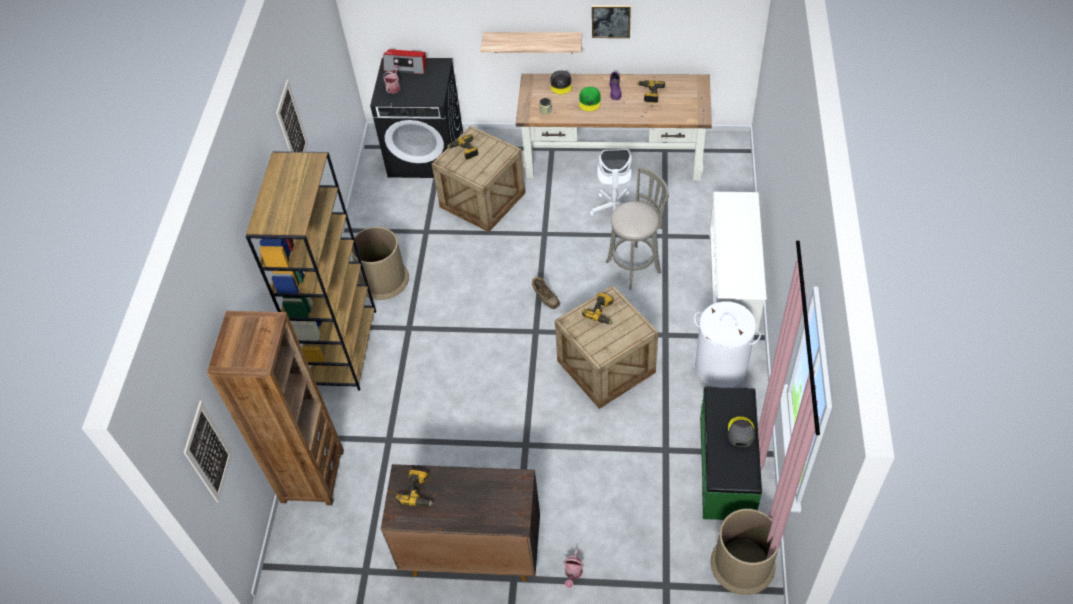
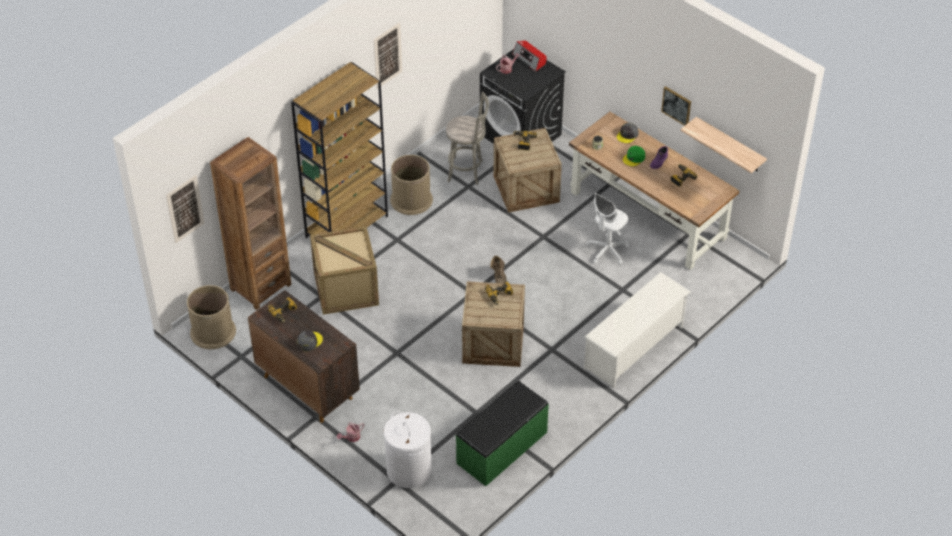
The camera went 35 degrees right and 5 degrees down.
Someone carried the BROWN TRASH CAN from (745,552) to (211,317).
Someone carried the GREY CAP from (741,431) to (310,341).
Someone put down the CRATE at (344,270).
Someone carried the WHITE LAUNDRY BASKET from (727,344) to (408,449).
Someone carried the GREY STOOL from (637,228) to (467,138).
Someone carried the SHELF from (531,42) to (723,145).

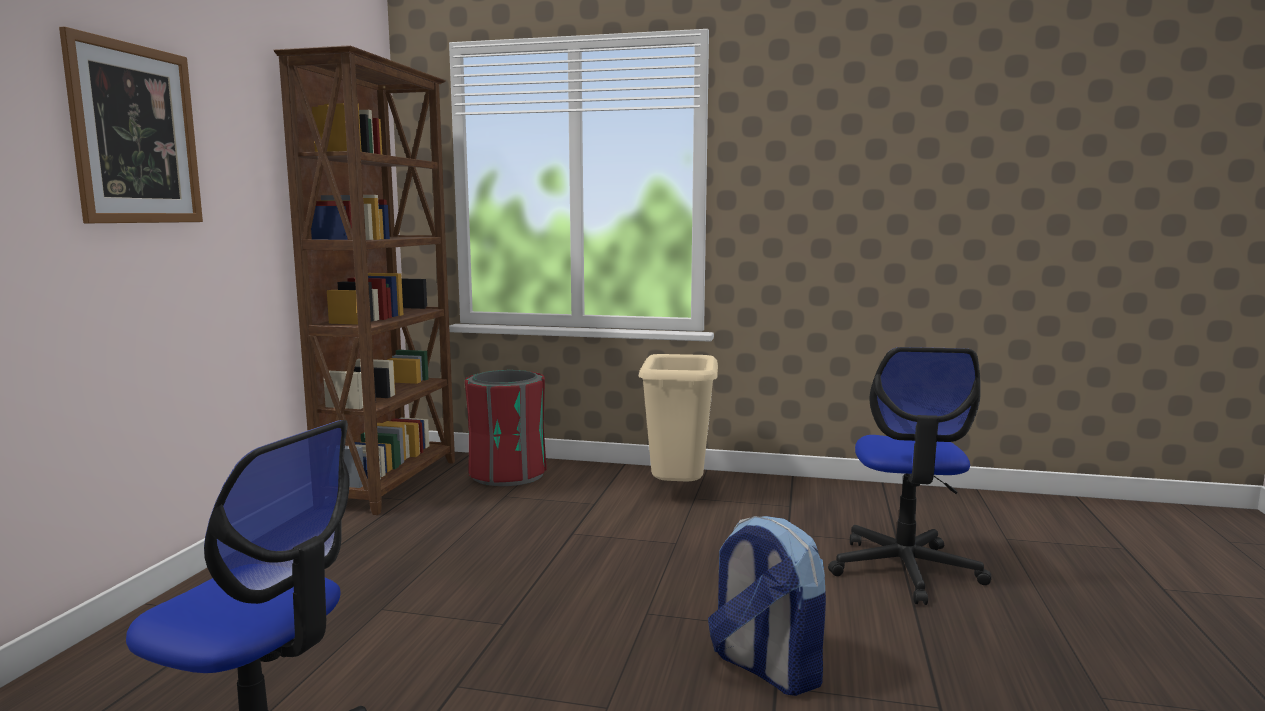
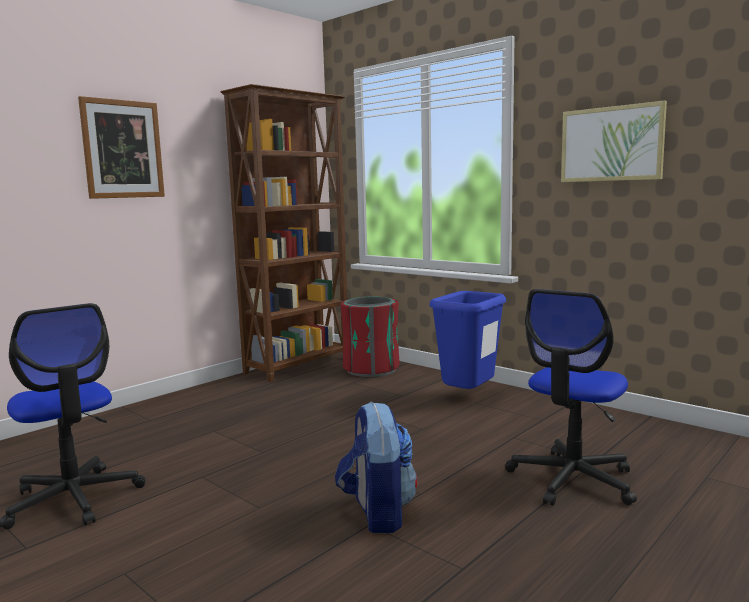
The camera went 30 degrees right and 0 degrees up.
Someone repainted the BEIGE TRASH CAN at (678,417), which became the BLUE TRASH CAN at (467,340).
Someone put up the PICTURE at (614,141).

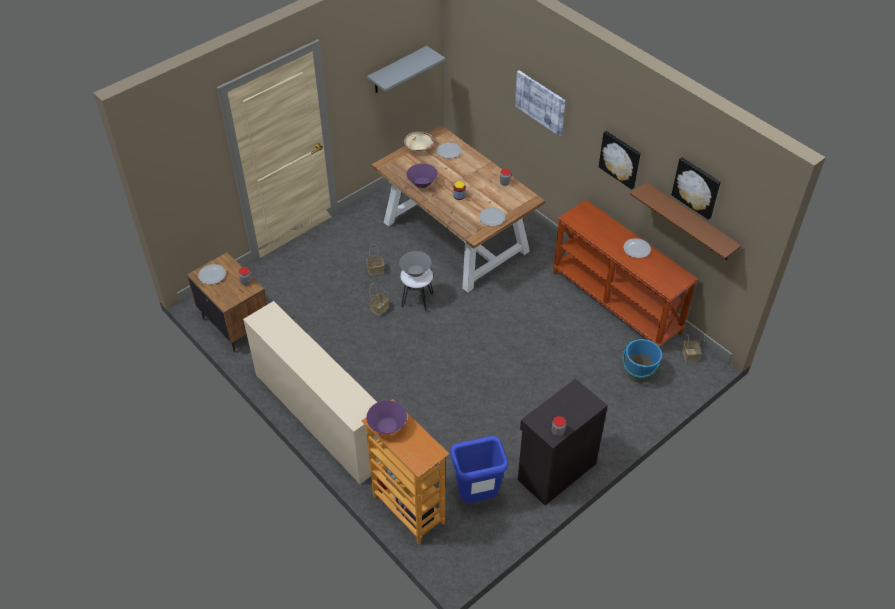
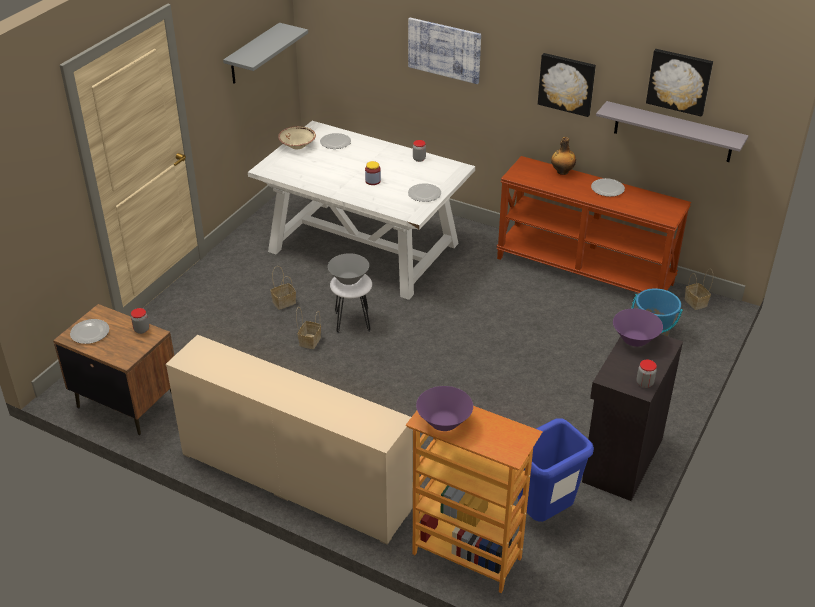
The camera went 20 degrees left and 10 degrees down.
Someone repainted the BROWN DINING TABLE at (458,208), which became the WHITE DINING TABLE at (361,210).
Someone put down the BOTTLE at (563,156).
Someone repainted the BROWN SHELF at (685,221), which became the GREY SHELF at (672,131).
Someone carried the PURPLE BOWL from (422,175) to (638,327).

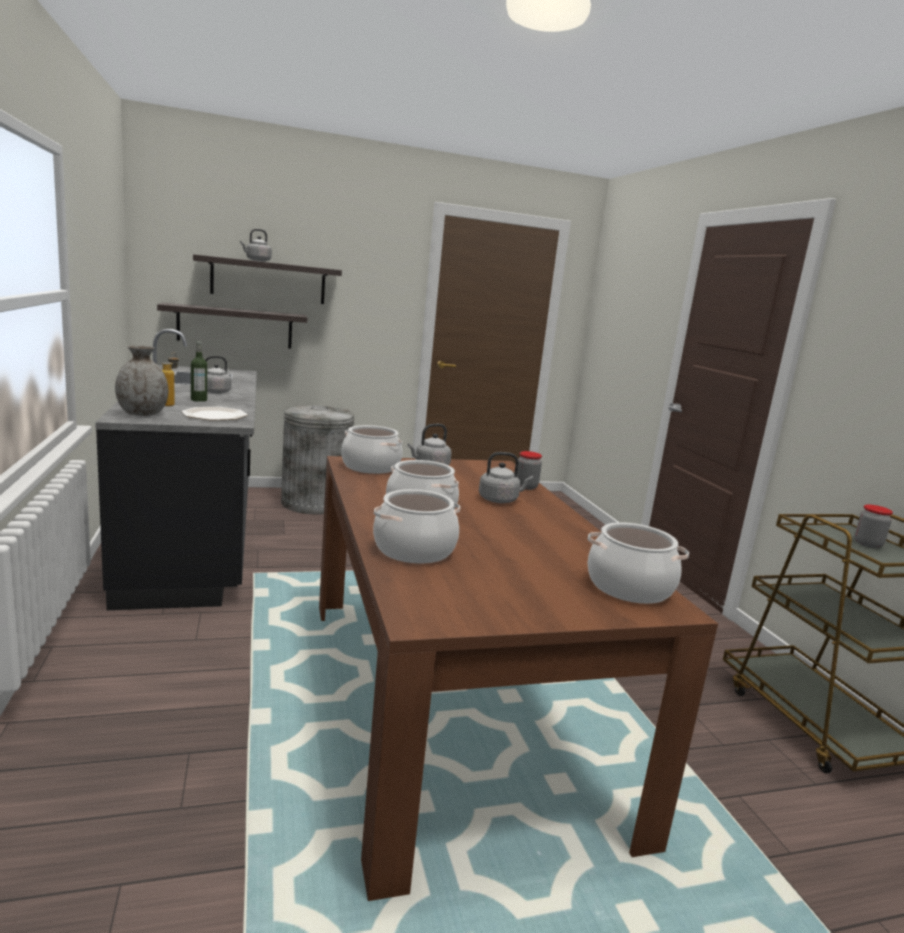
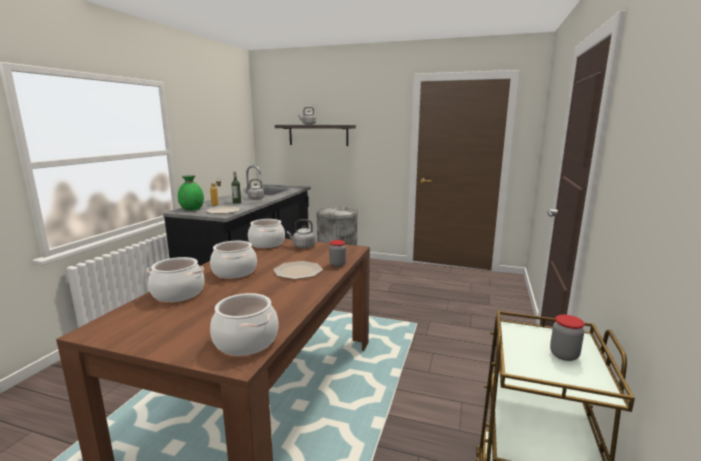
The camera went 35 degrees right and 0 degrees up.
Someone repainted the GREY VASE at (141,380), which became the GREEN VASE at (191,193).
Someone swapped the GREY KETTLE at (506,477) for the PLATE at (298,270).
Someone took away the SHELF at (232,326).

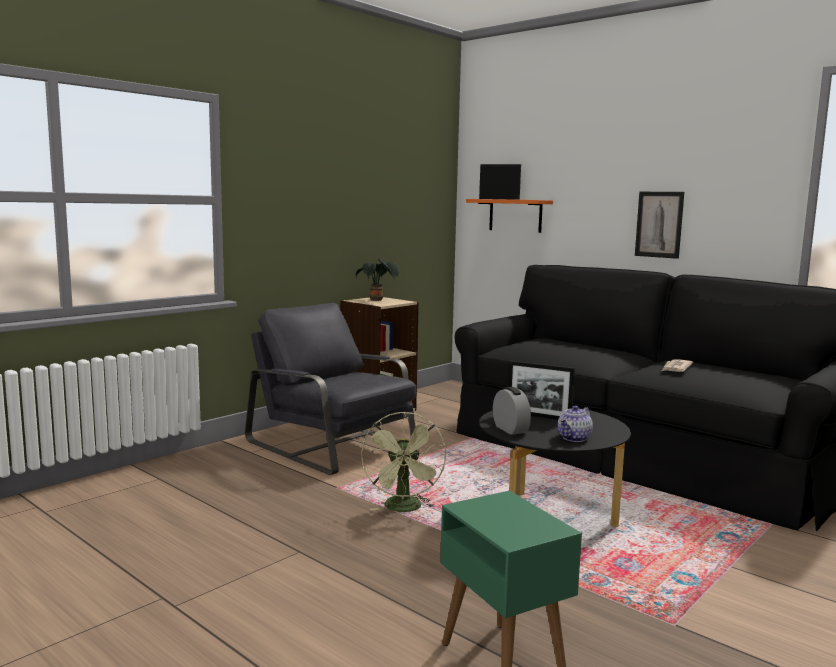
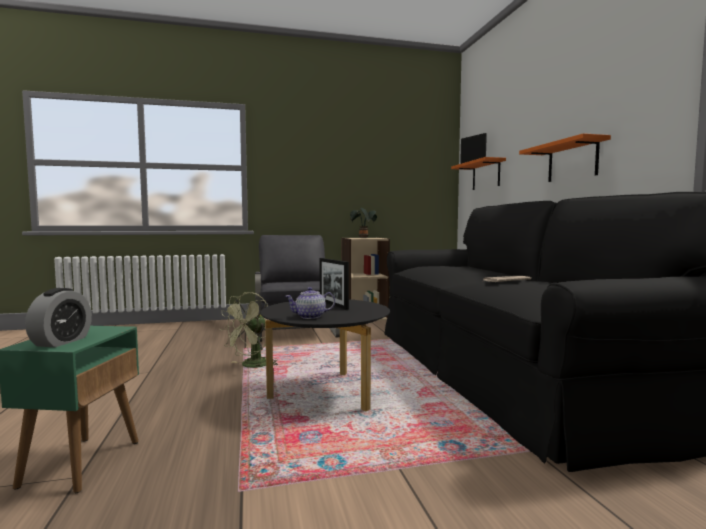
The camera went 35 degrees right and 5 degrees down.
Someone carried the ALARM CLOCK from (512,411) to (58,317).
Someone swapped the PICTURE at (659,225) for the ORANGE SHELF at (565,157).

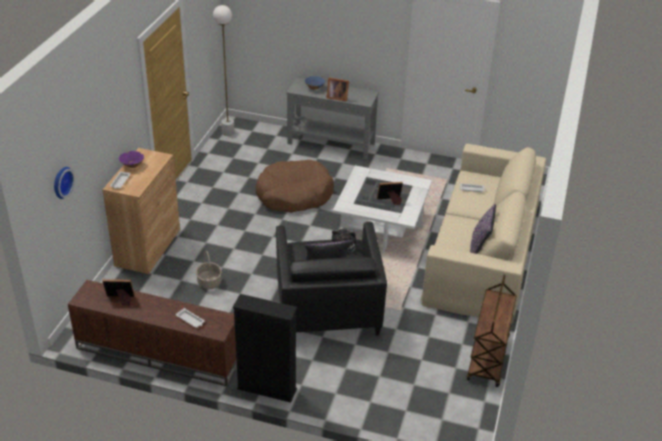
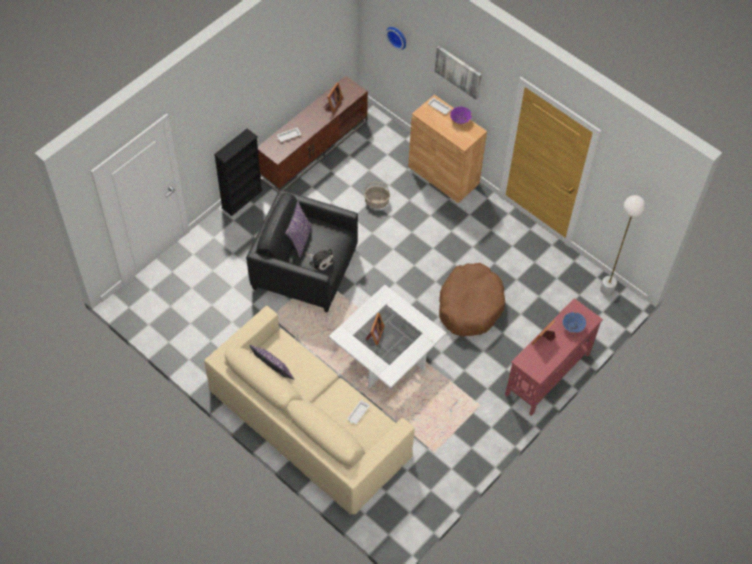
The camera went 115 degrees right and 20 degrees up.
Someone put up the PICTURE at (458,73).
Someone repainted the GREY CONSOLE TABLE at (332,118), which became the RED CONSOLE TABLE at (554,357).
Someone took away the BROWN CART at (492,331).

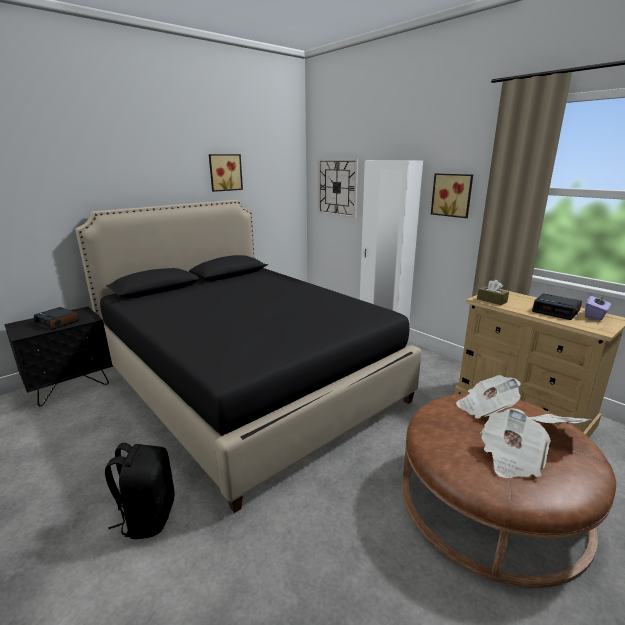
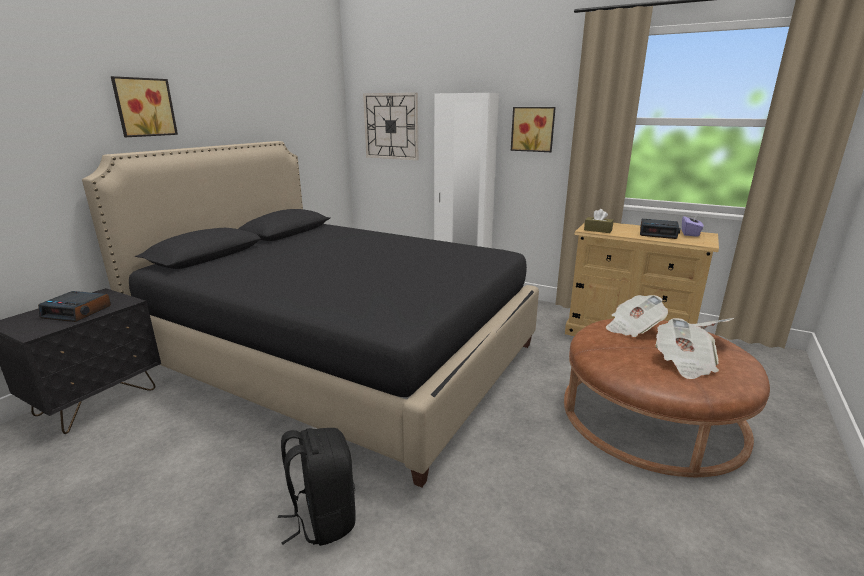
The camera went 20 degrees left and 0 degrees up.
Someone carried the PICTURE from (226,173) to (144,106).

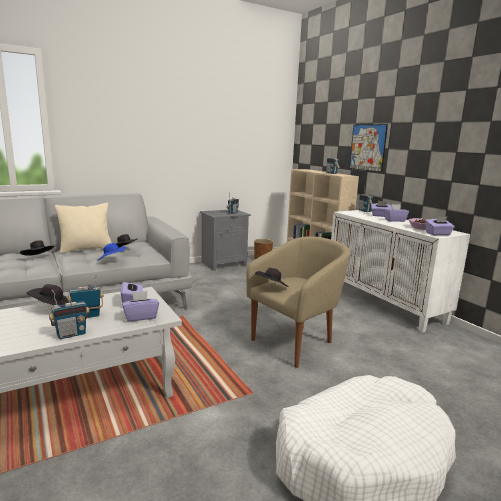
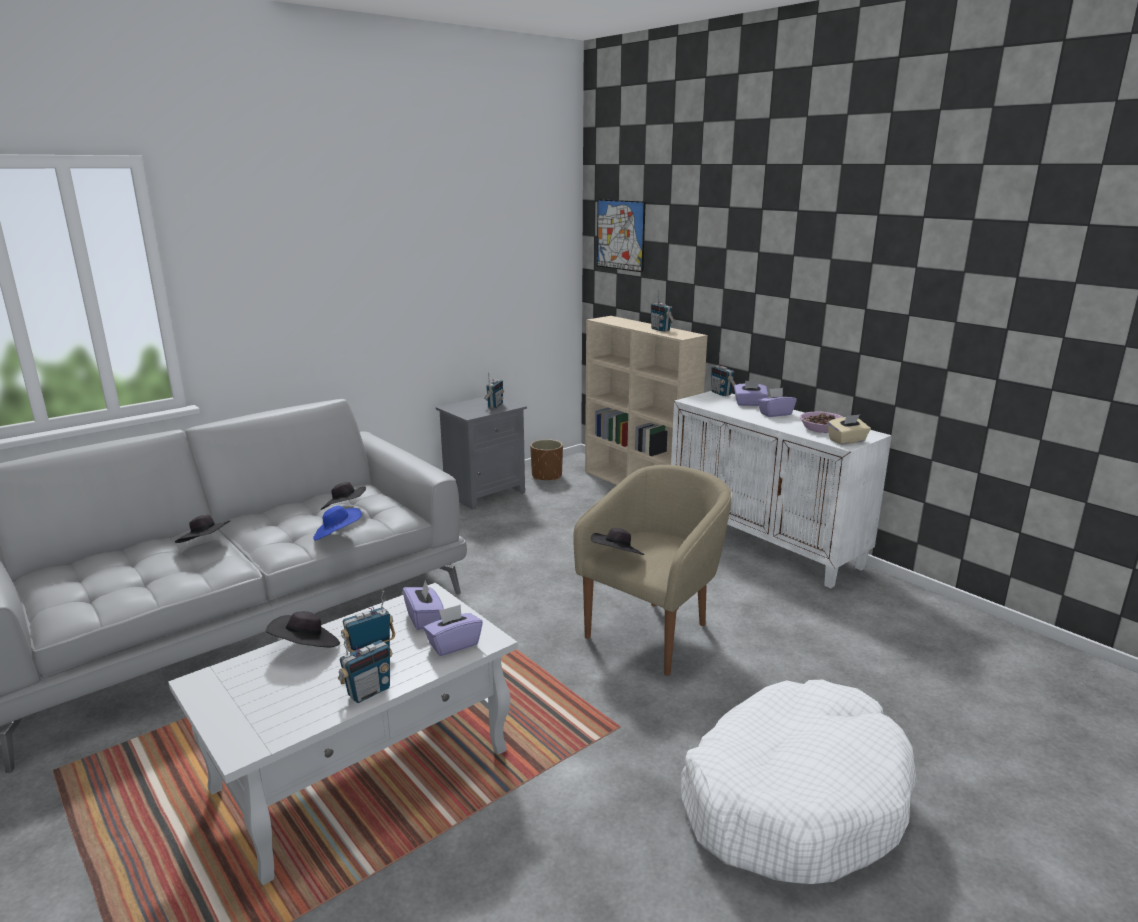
The camera went 10 degrees left and 5 degrees up.
Someone carried the PICTURE from (368,148) to (621,235).
Someone repainted the PURPLE TISSUE BOX at (440,225), which became the BEIGE TISSUE BOX at (849,429).
Someone took away the BEIGE PILLOW at (83,228).

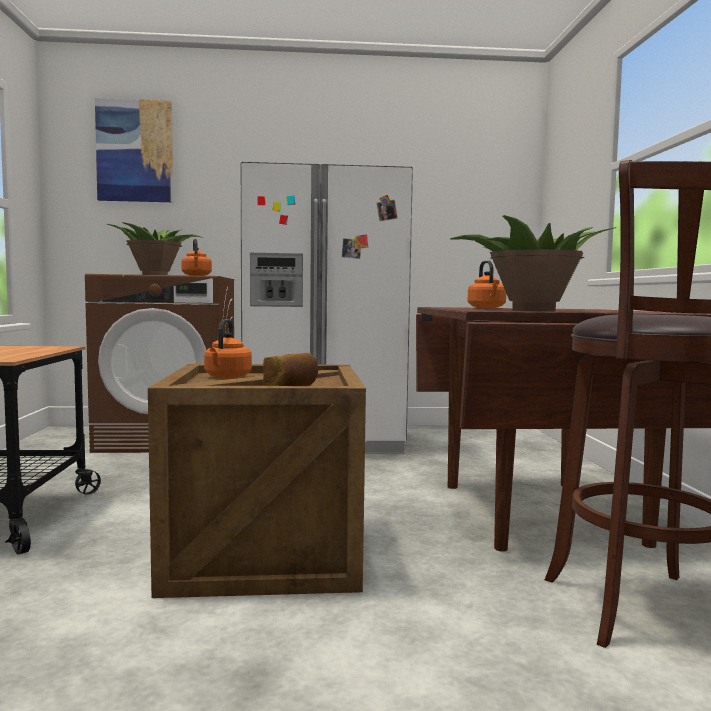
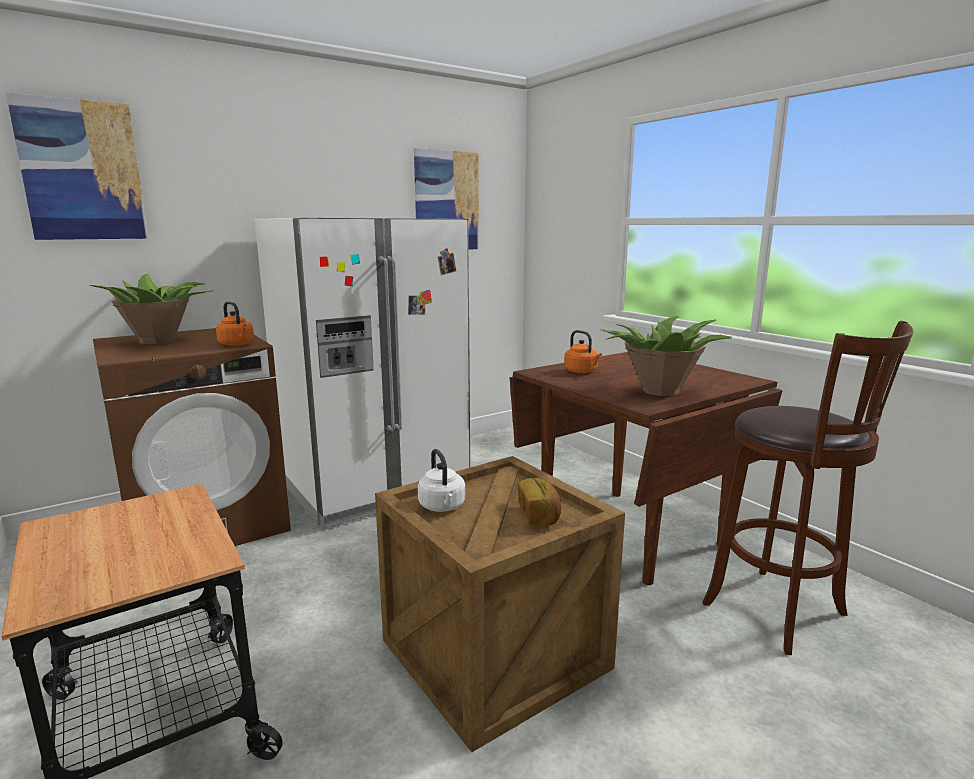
The camera went 30 degrees left and 10 degrees up.
Someone put up the PICTURE at (446,198).
Someone repainted the ORANGE KETTLE at (228,348), which became the WHITE KETTLE at (441,480).

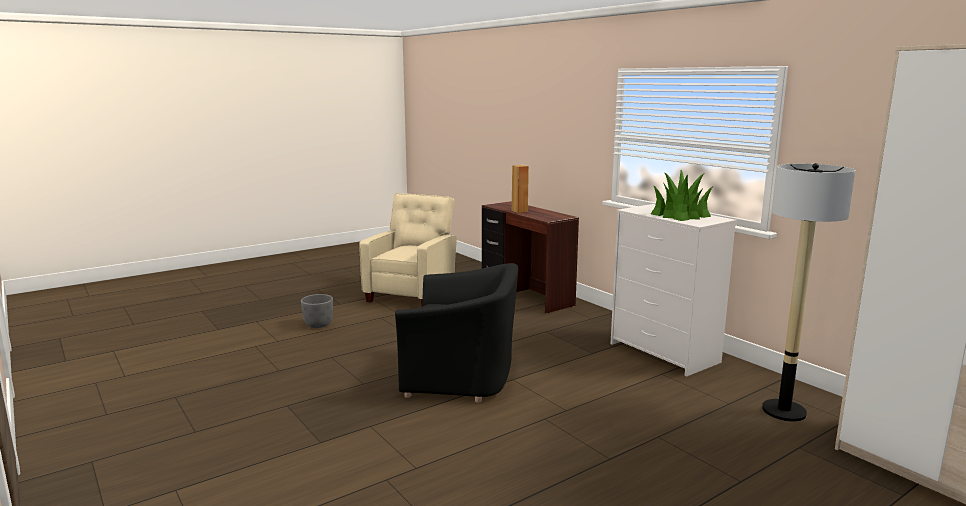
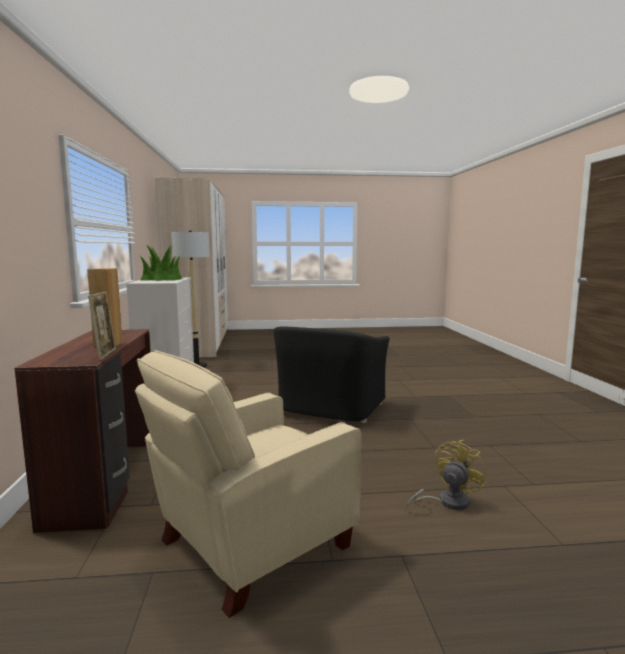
The camera went 150 degrees left and 5 degrees down.
Someone put down the PICTURE FRAME at (102,326).
Someone rotated the BLACK ARMCHAIR at (456,333) by 105 degrees counterclockwise.
Someone swapped the GREY PLANTER at (317,311) for the YELLOW FAN at (446,475).

